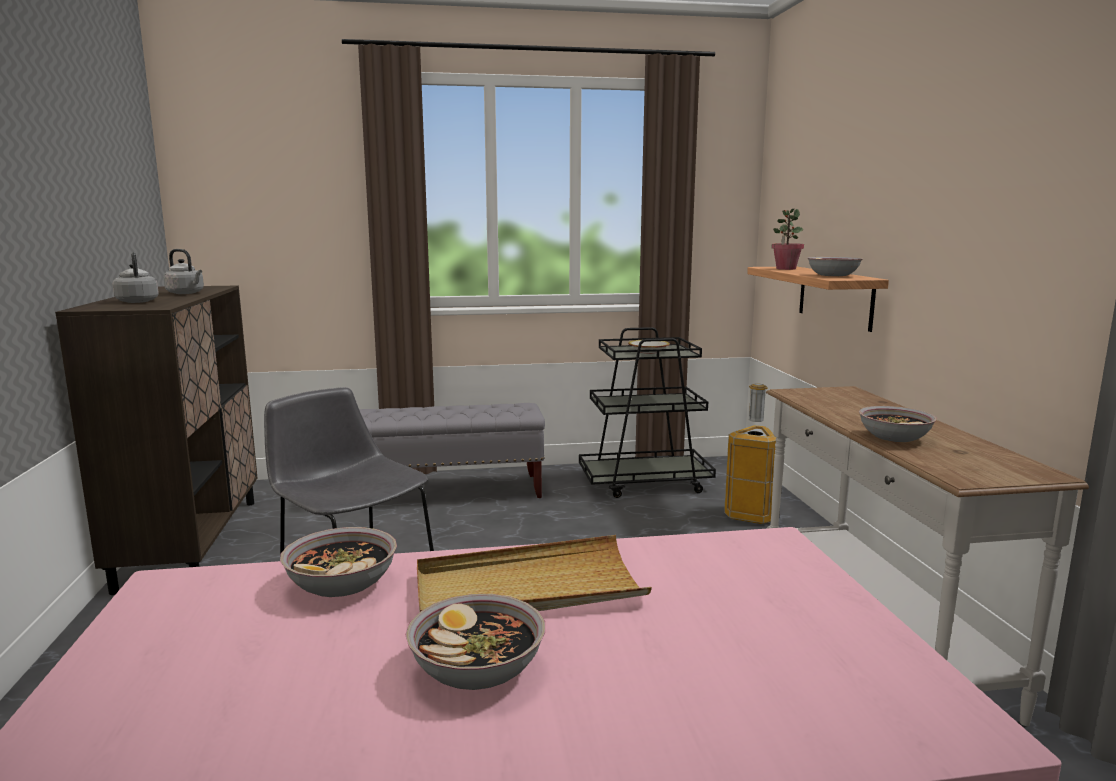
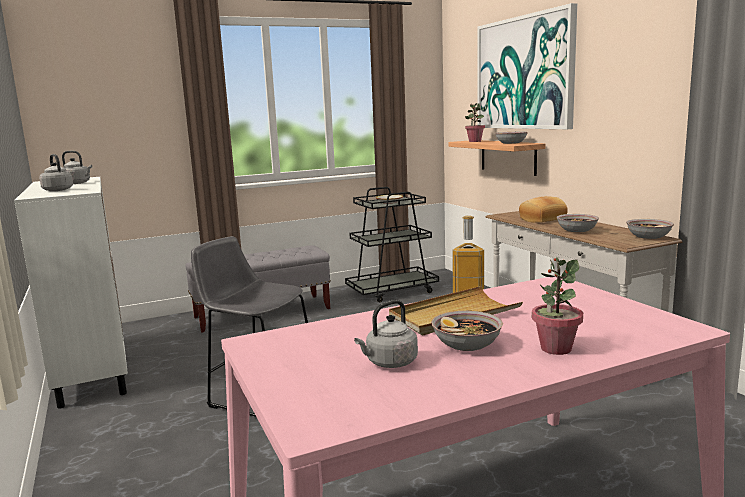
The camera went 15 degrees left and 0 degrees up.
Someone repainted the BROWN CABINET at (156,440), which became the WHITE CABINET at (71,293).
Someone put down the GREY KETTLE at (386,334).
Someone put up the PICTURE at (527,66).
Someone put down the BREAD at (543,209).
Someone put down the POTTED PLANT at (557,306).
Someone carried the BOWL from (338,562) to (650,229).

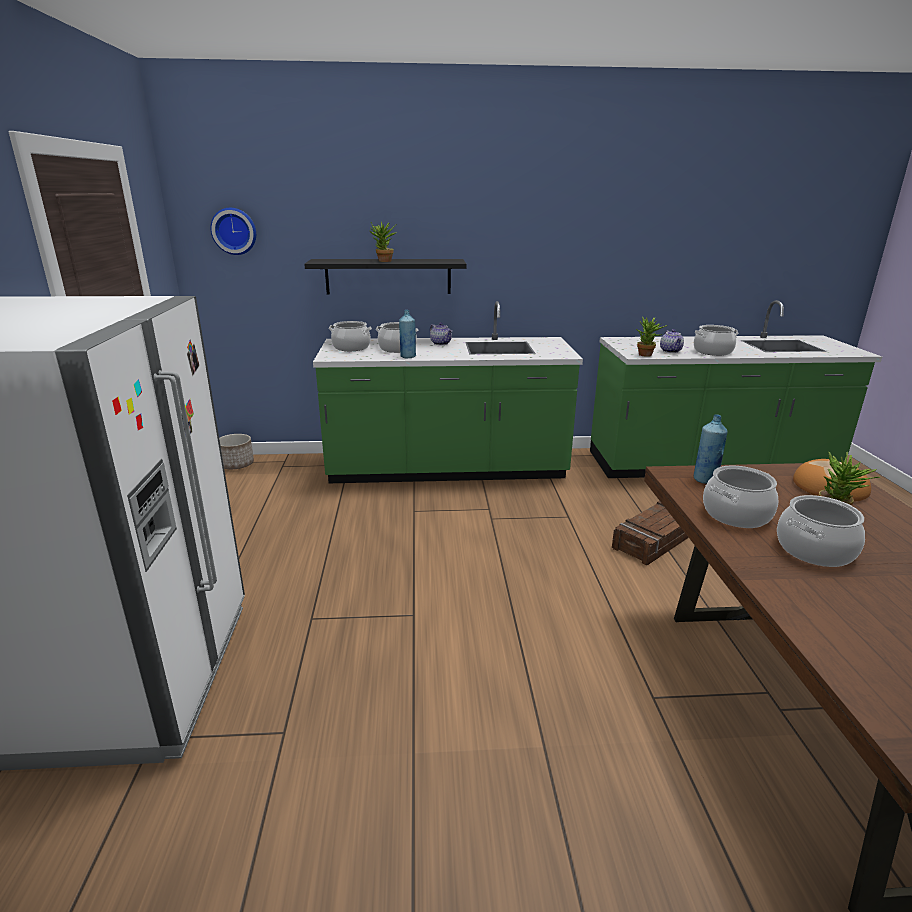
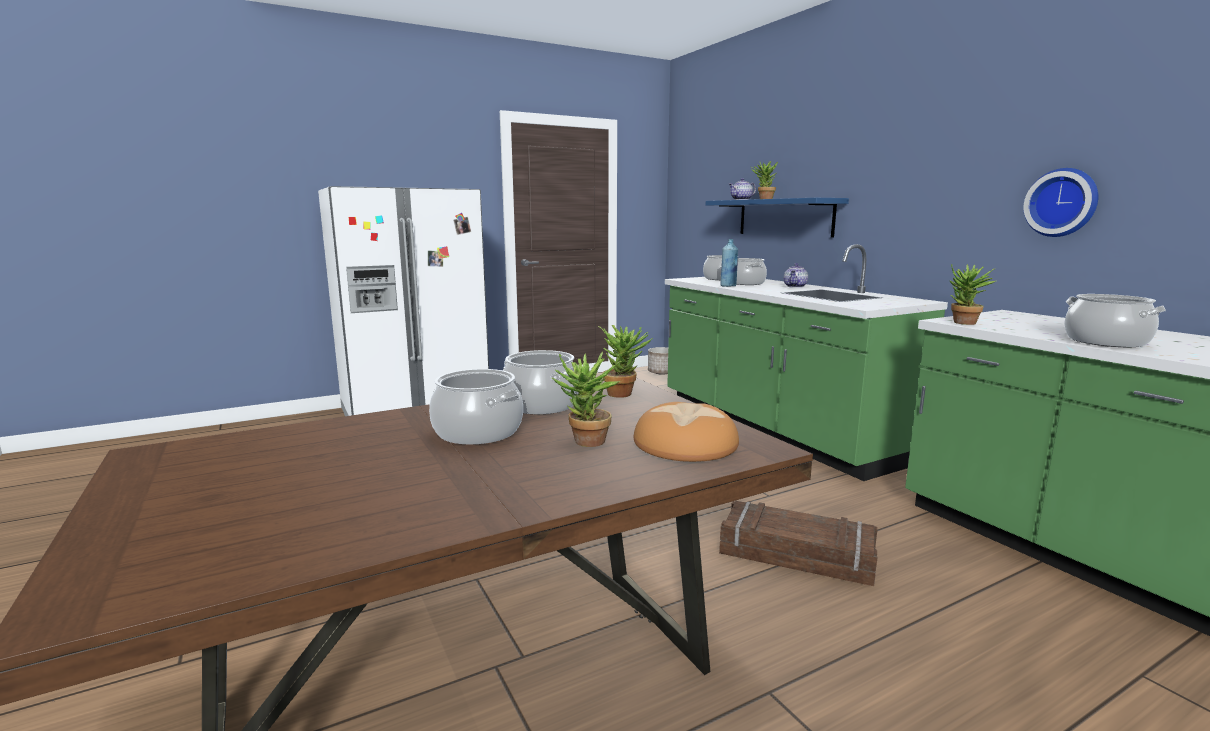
The camera went 65 degrees right and 10 degrees down.
Someone swapped the BLUE BOTTLE at (711,449) for the POTTED PLANT at (625,361).
Someone repainted the BLACK SHELF at (385,277), which became the BLUE SHELF at (777,218).
Someone carried the TEAPOT from (672,341) to (742,189).
Someone carried the WALL CLOCK from (233,231) to (1061,202).

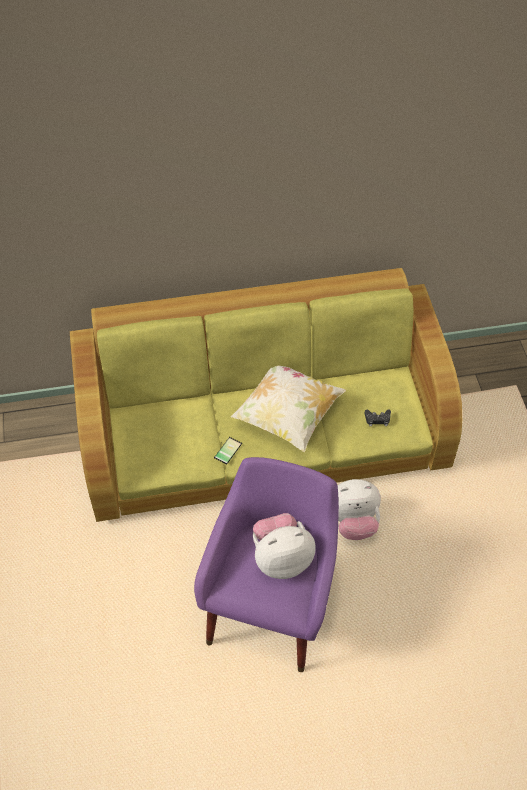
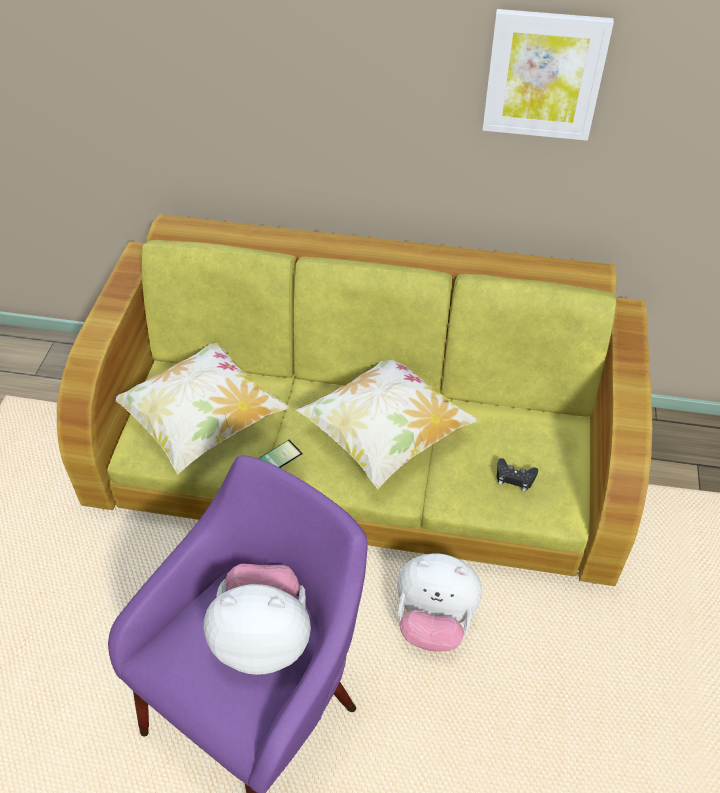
The camera went 20 degrees right and 5 degrees down.
Someone put down the PILLOW at (202,409).
Someone put up the PICTURE at (548,75).

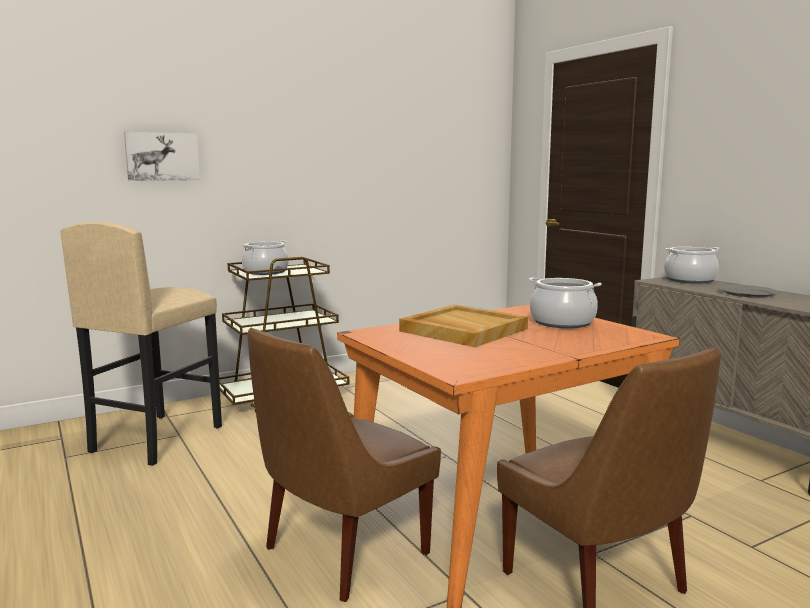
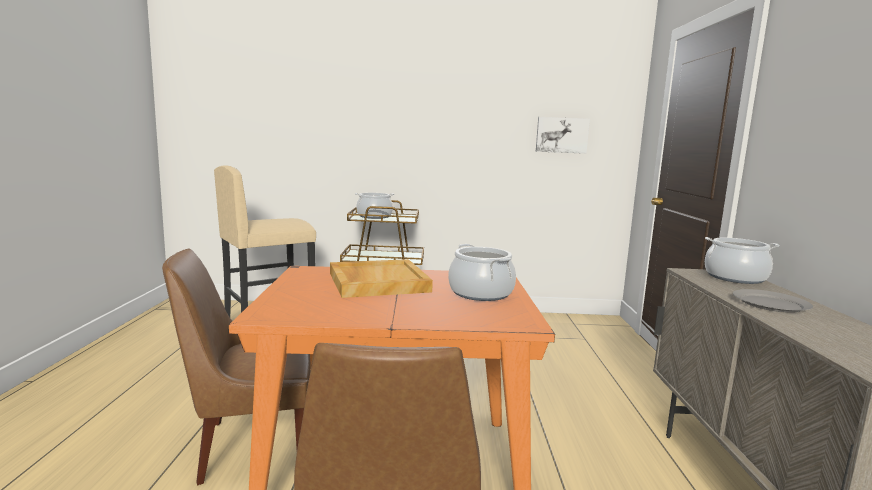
The camera went 30 degrees right and 0 degrees up.
Someone carried the PICTURE from (162,156) to (563,135).

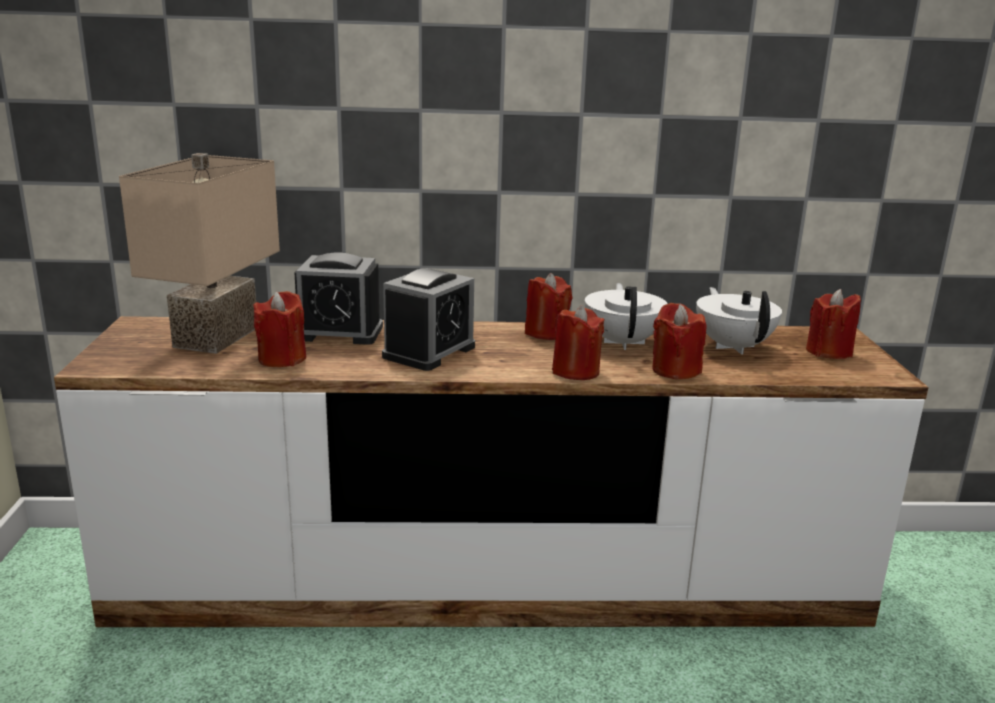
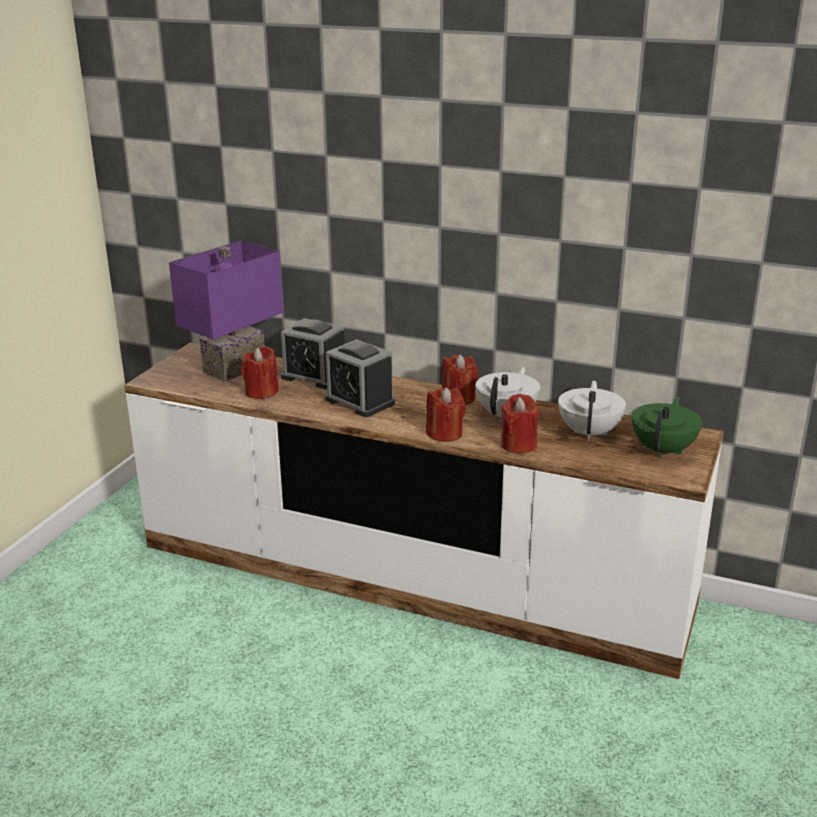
The camera went 25 degrees right and 5 degrees up.
Someone repainted the BEIGE TABLE LAMP at (199,253), which became the PURPLE TABLE LAMP at (226,311).
Someone rotated the ALARM CLOCK at (428,319) by 75 degrees clockwise.
Someone swapped the RED CANDLE at (833,324) for the GREEN TEAPOT at (667,427).

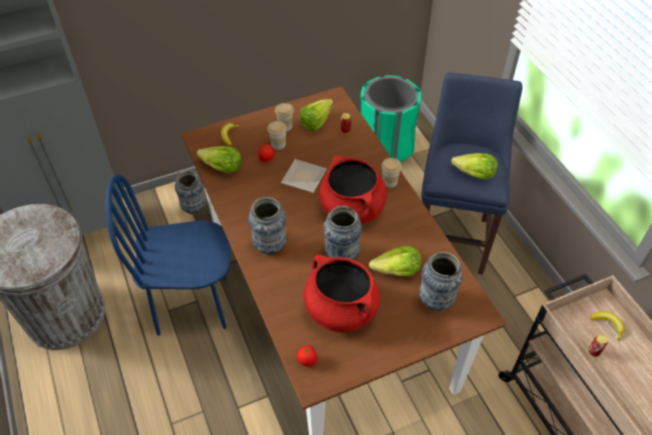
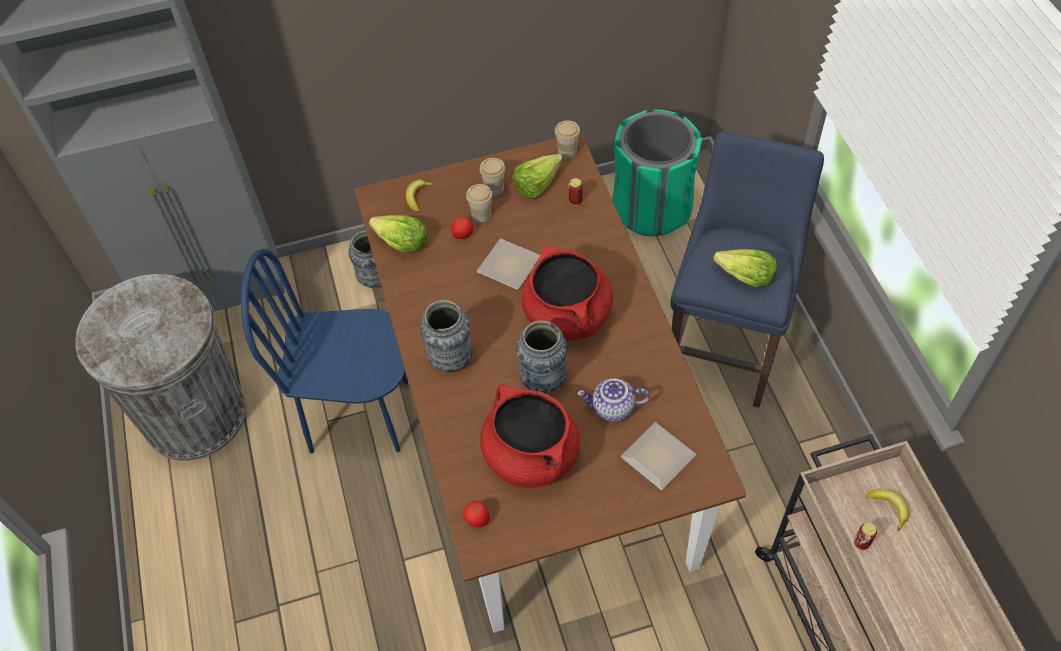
The camera went 10 degrees right and 5 degrees up.
Someone carried the CUP from (391,173) to (567,139).
Someone swapped the LETTUCE at (395,261) for the TEAPOT at (614,400).
Someone swapped the VASE at (441,281) for the PLATE at (659,456).

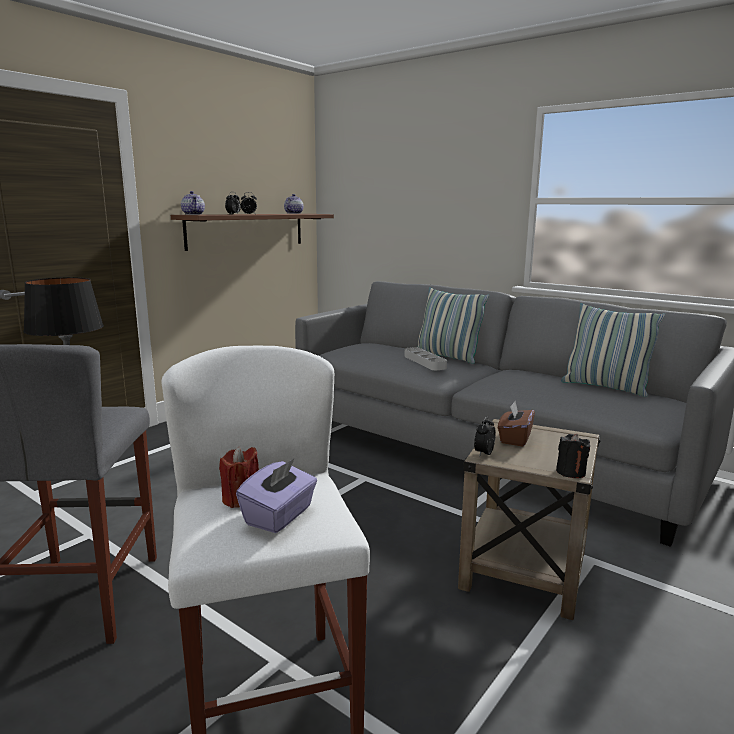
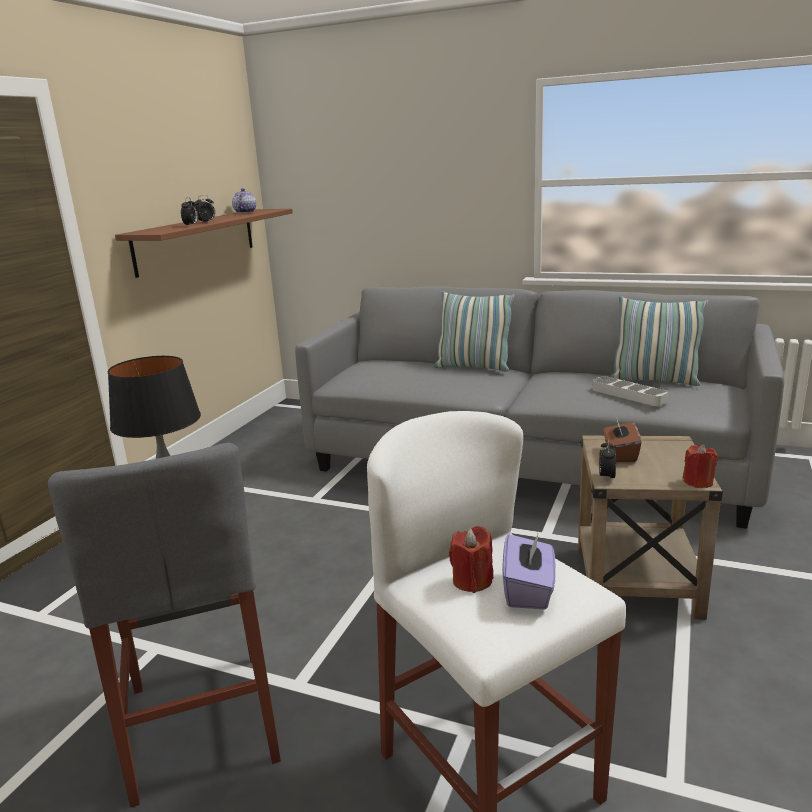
The camera went 15 degrees left and 5 degrees up.
Someone carried the GREY TRAY from (425,358) to (630,391).
Someone repainted the BLACK CANDLE at (573,456), which became the RED CANDLE at (700,466).
Someone took away the TEAPOT at (193,203).

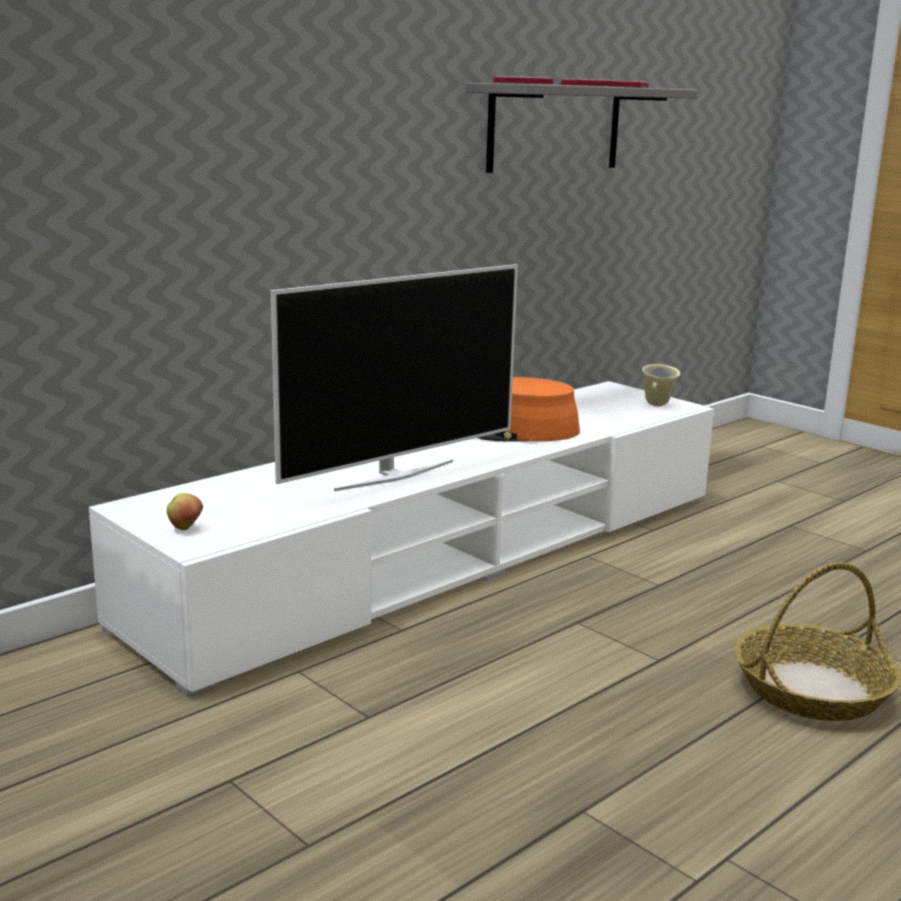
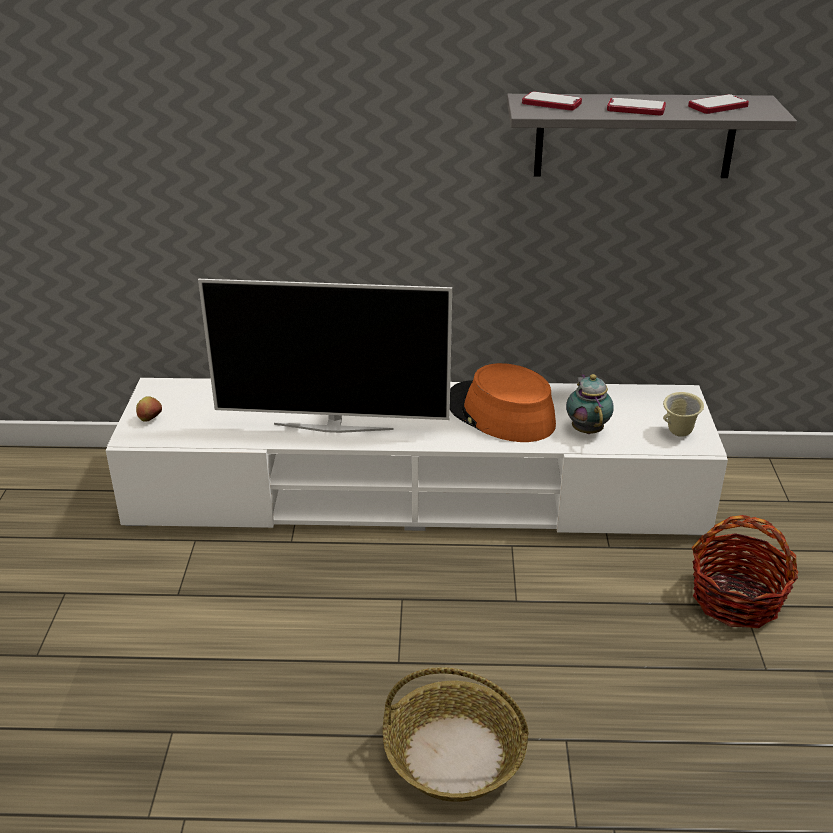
The camera went 45 degrees right and 15 degrees up.
Someone put down the TEAPOT at (590,404).
Someone put down the BASKET at (745,571).

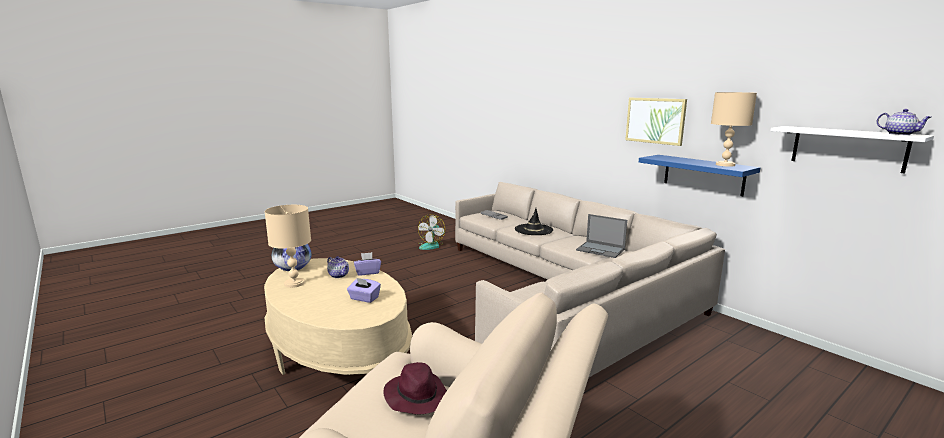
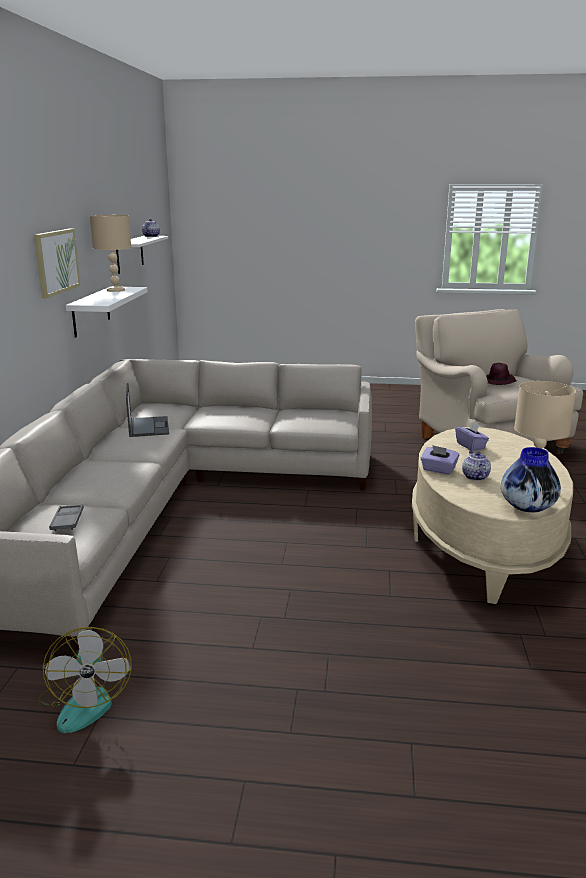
The camera went 135 degrees left and 5 degrees up.
Someone rotated the FAN at (431,232) by 105 degrees clockwise.
Someone repainted the BLUE SHELF at (700,175), which became the WHITE SHELF at (107,312).
Someone took away the BLACK HAT at (534,221).

